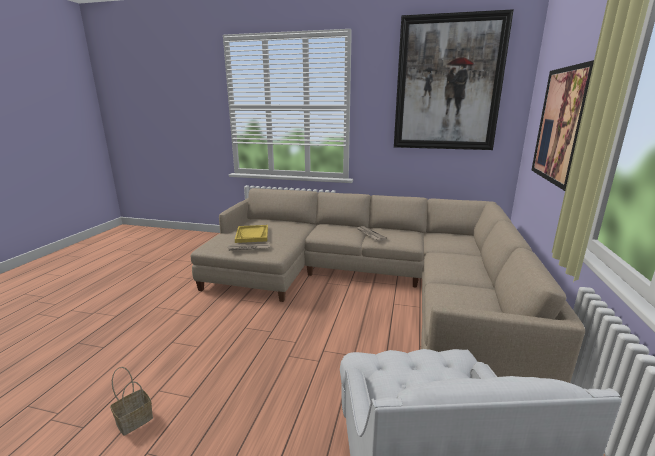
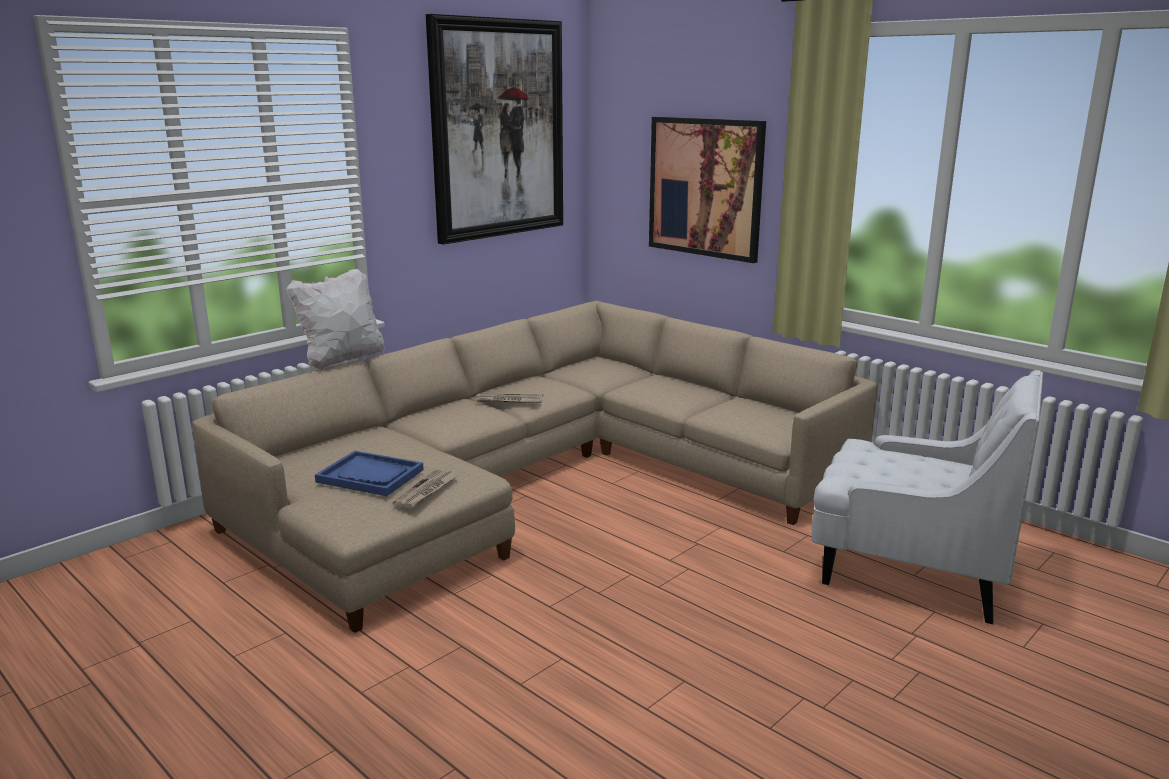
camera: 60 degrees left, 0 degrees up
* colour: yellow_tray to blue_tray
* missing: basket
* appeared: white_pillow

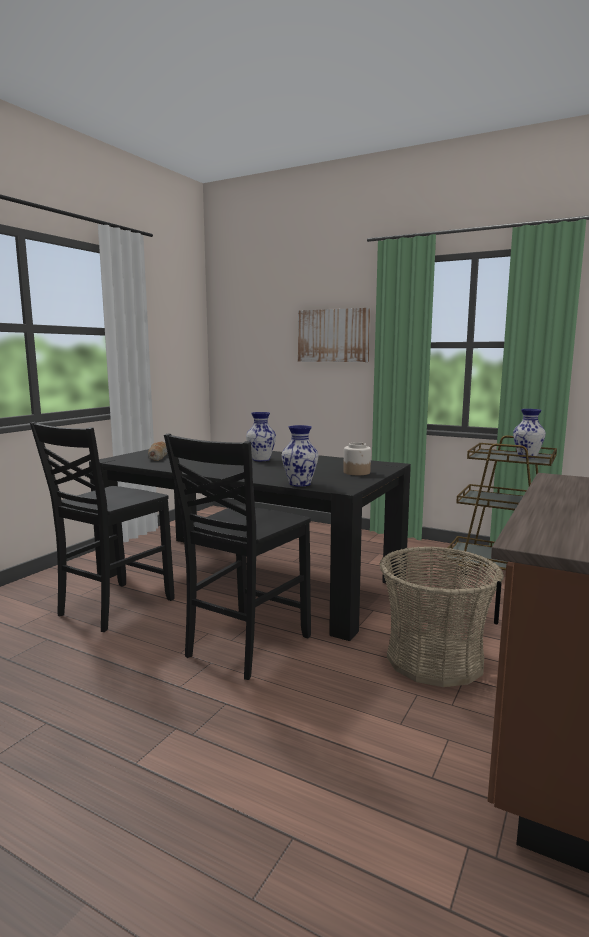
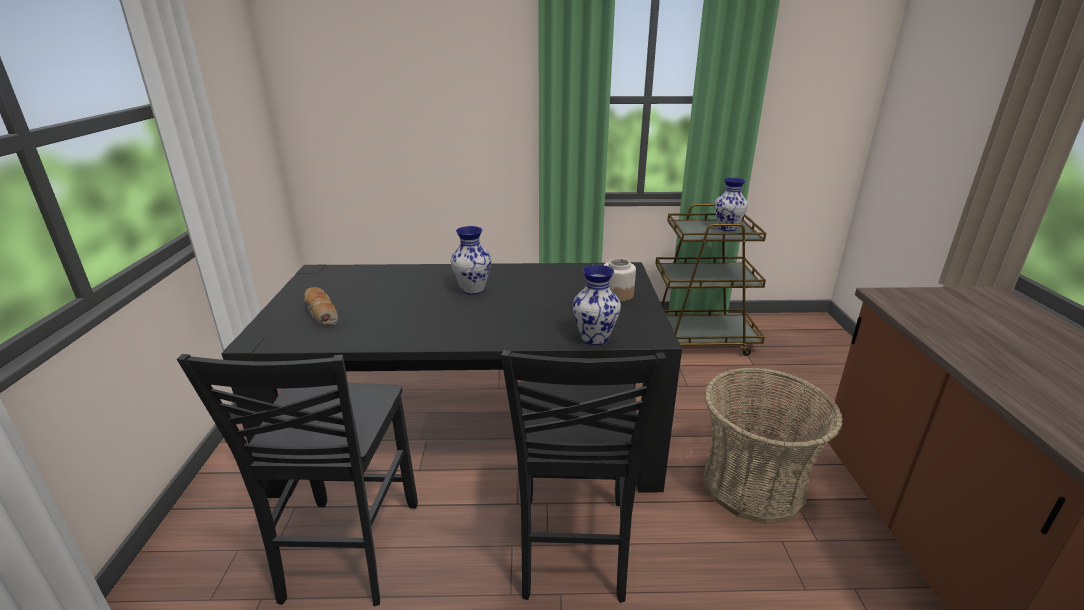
camera: 30 degrees left, 15 degrees up
* missing: picture

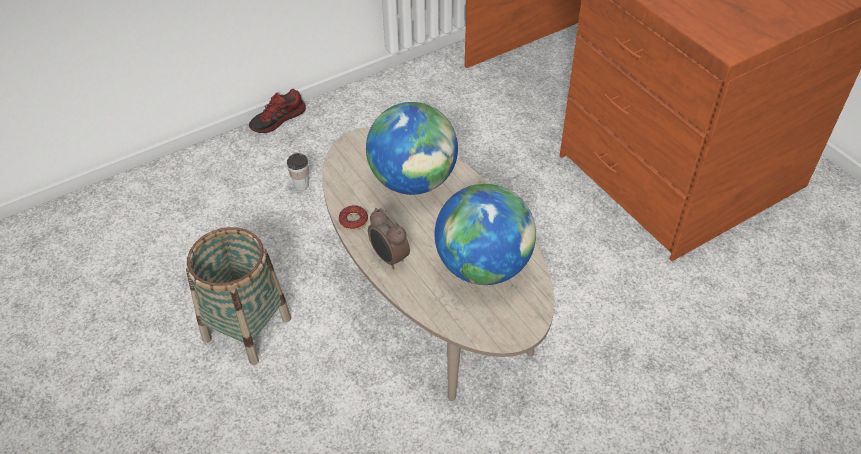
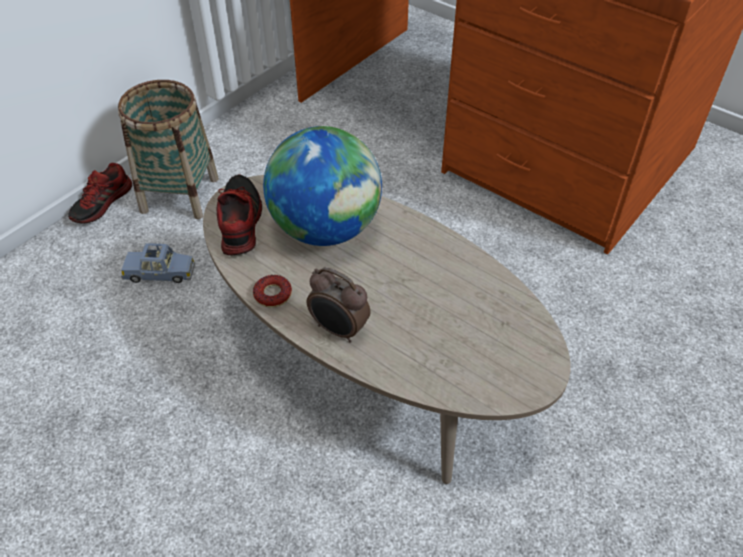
camera: 20 degrees left, 0 degrees up
* exchanged: cup to blue_toy_car
* missing: globe (no. 2 from left)
* relocated: basket
* appeared: shoe (no. 2 from left)

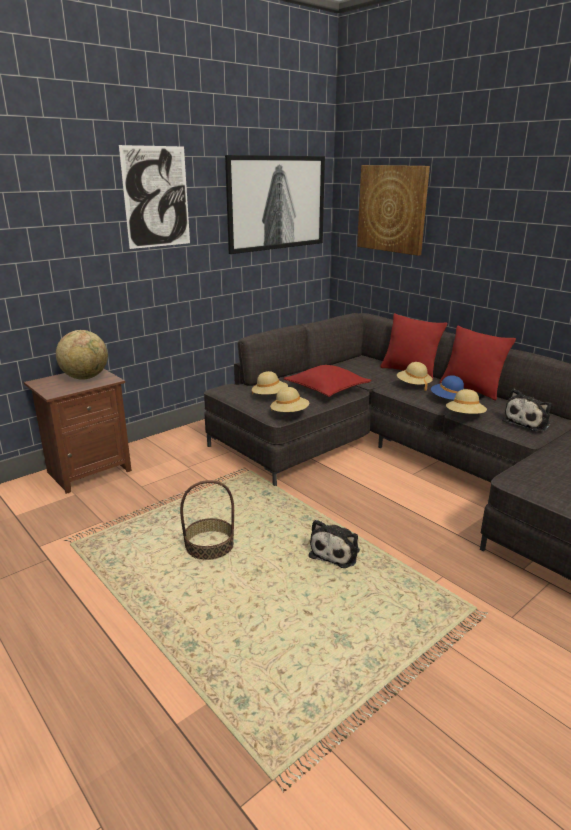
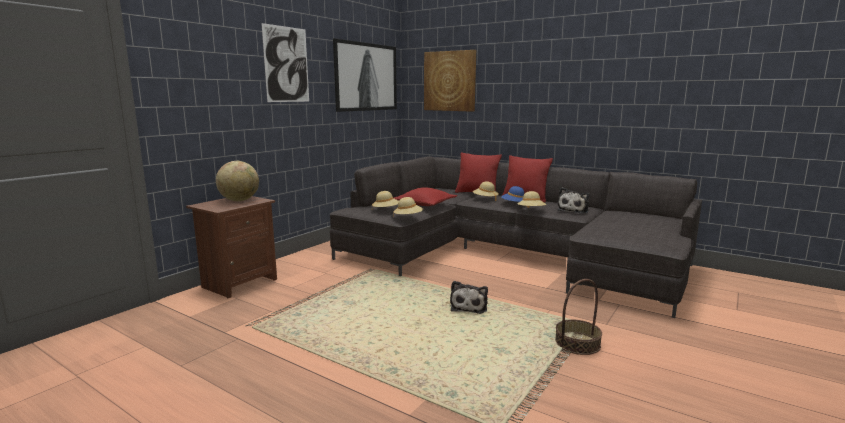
camera: 15 degrees left, 10 degrees down
* relocated: basket

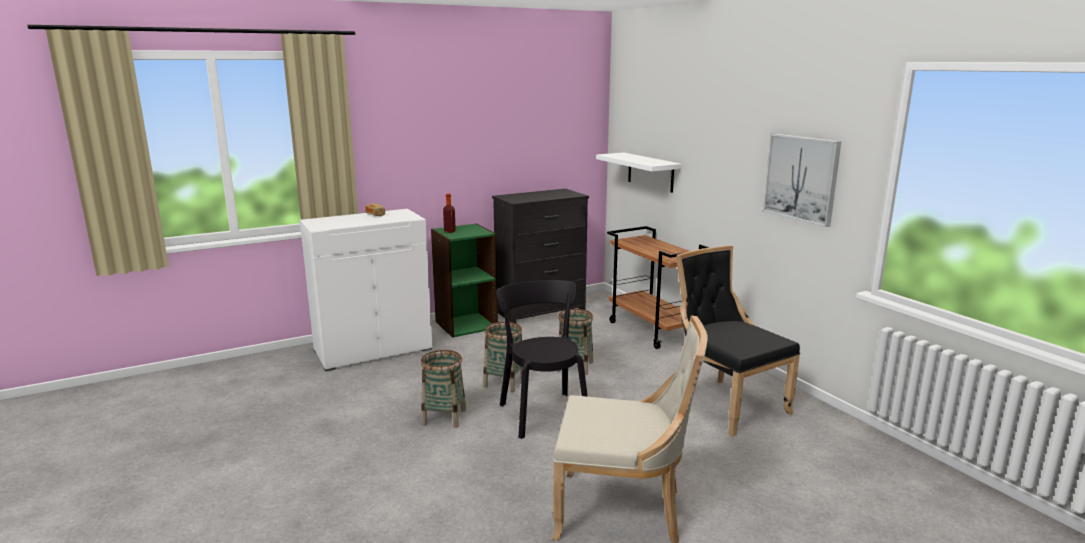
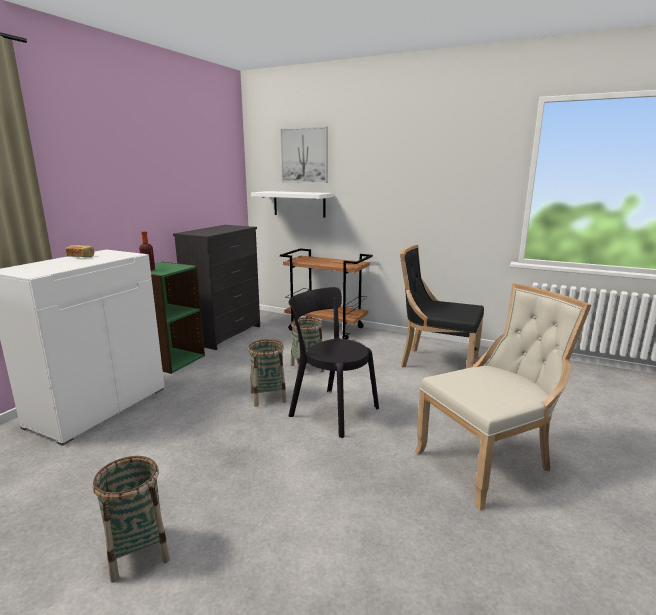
camera: 35 degrees left, 0 degrees up
* relocated: picture
* relocated: basket (no. 1 from left)

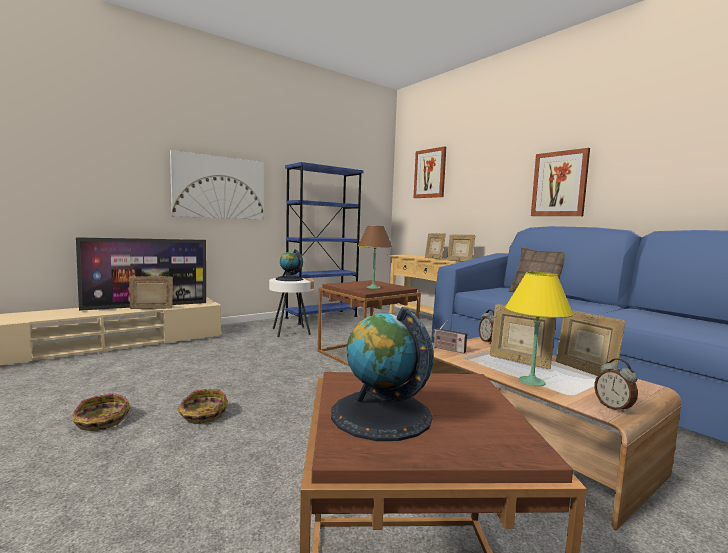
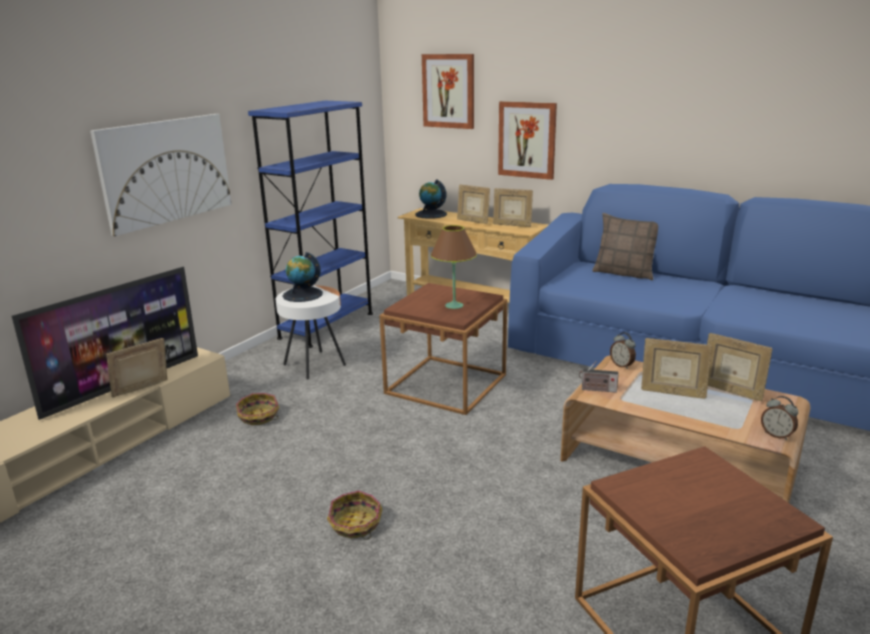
camera: 20 degrees left, 15 degrees up
* relocated: picture (no. 3 from left)
* missing: yellow_table_lamp
* relocated: globe (no. 2 from left)
* relocated: basket (no. 1 from left)

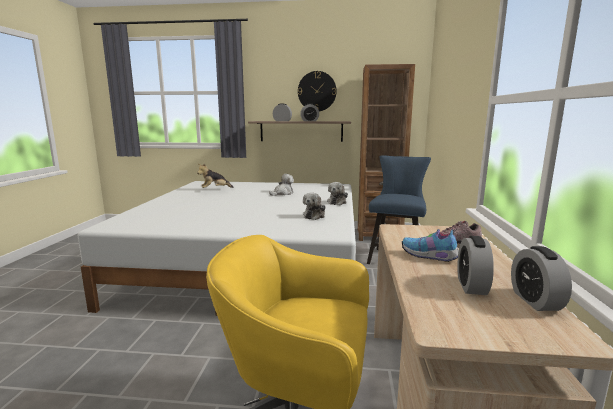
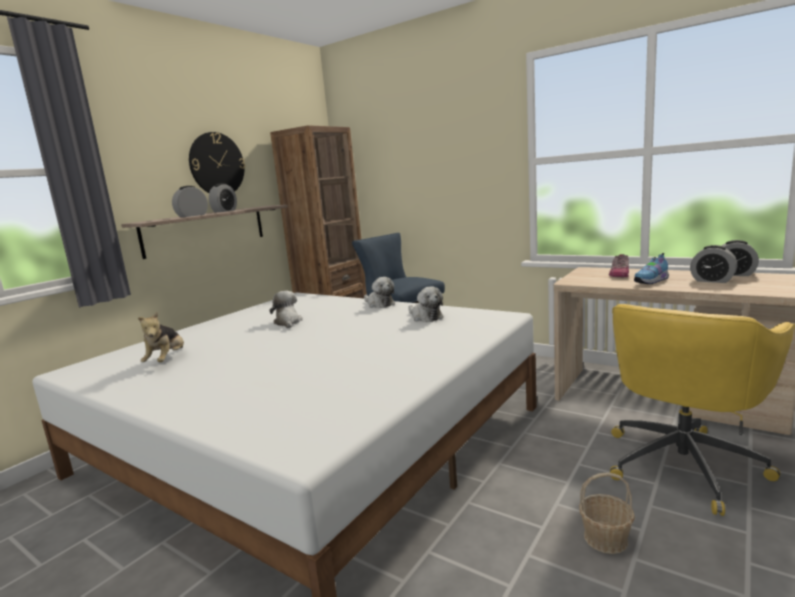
camera: 60 degrees left, 0 degrees up
* appeared: basket

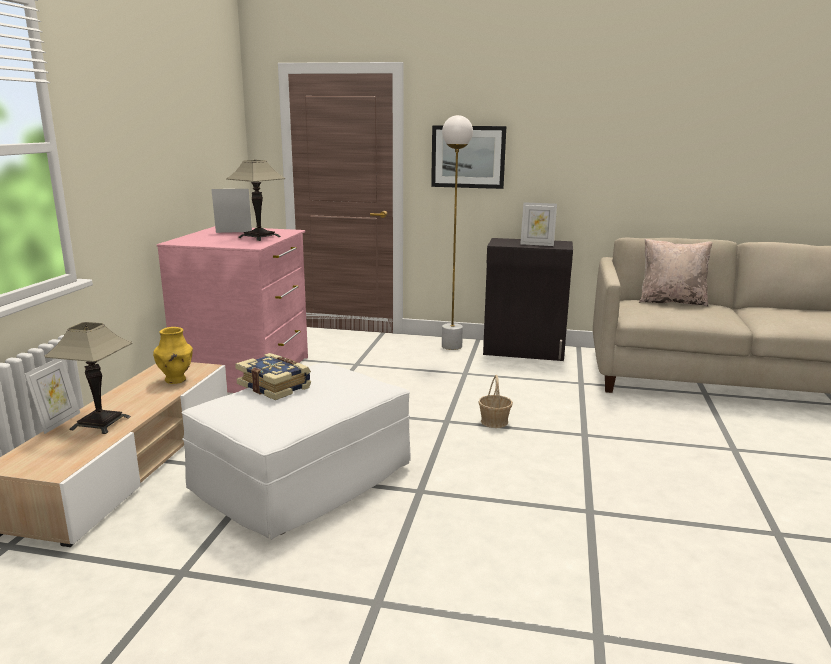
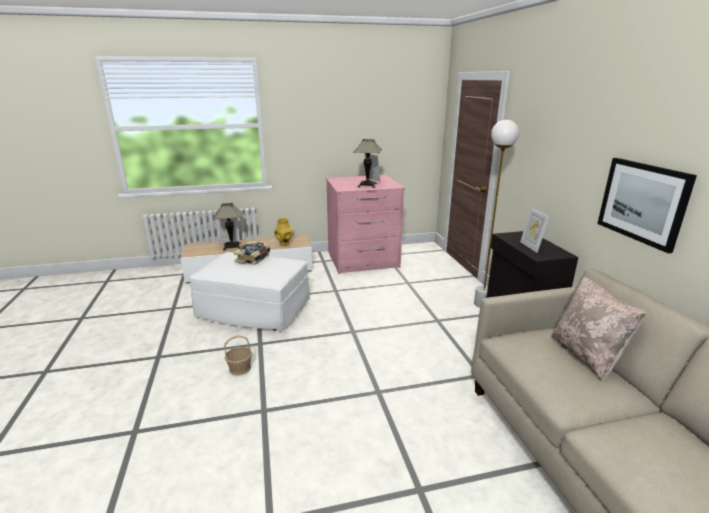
camera: 65 degrees right, 5 degrees up
* relocated: picture
* relocated: basket

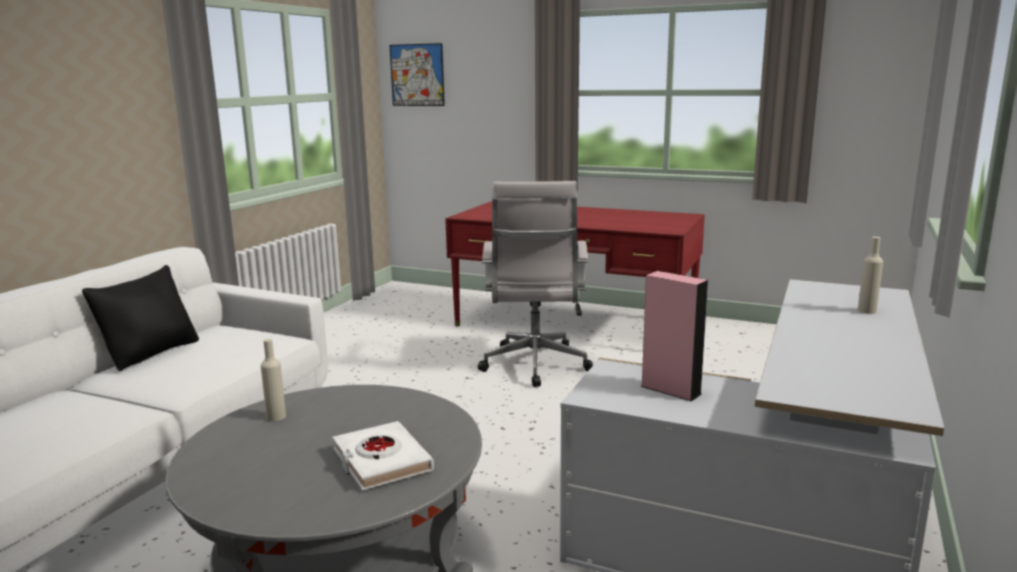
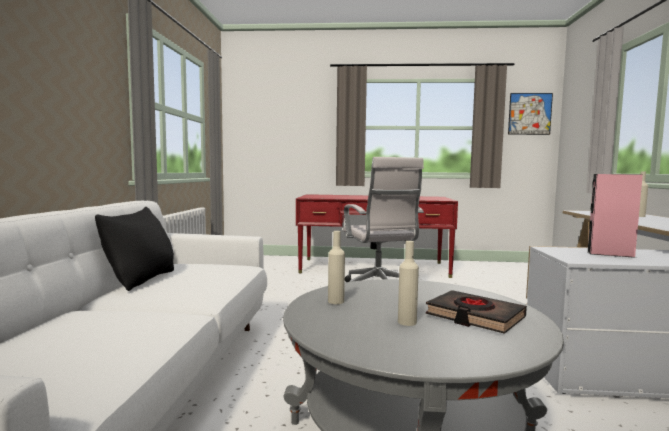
camera: 20 degrees left, 10 degrees down
* relocated: picture
* colour: white_book to black_book
* appeared: beige_bottle (no. 2 from left)

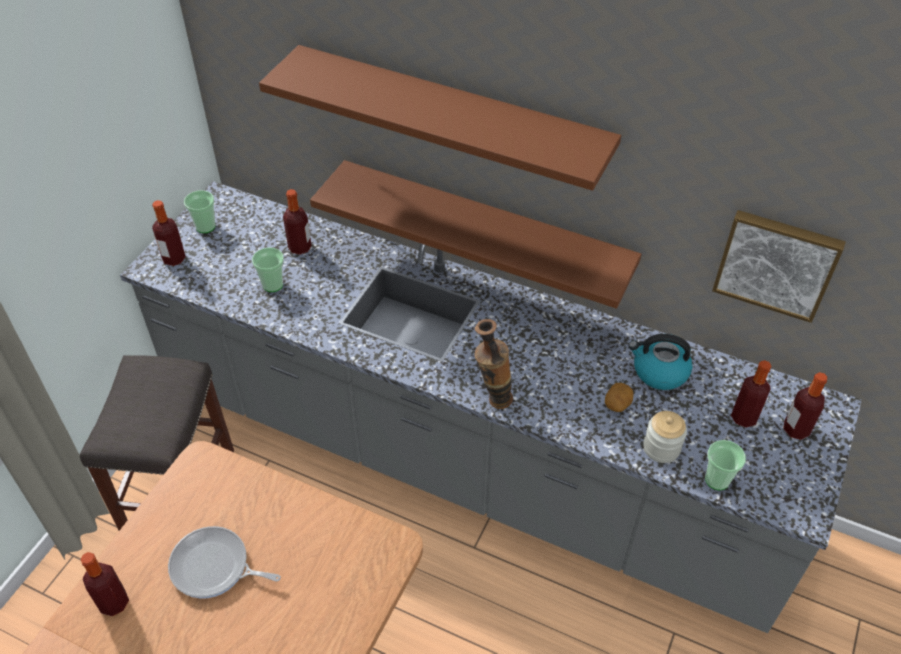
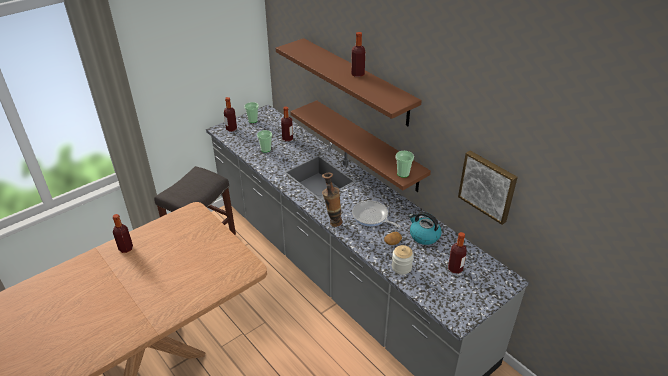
camera: 25 degrees right, 10 degrees down
* relocated: bottle (no. 5 from left in the first image) to bottle (no. 4 from left)
* relocated: cup (no. 3 from left)
* relocated: frying_pan

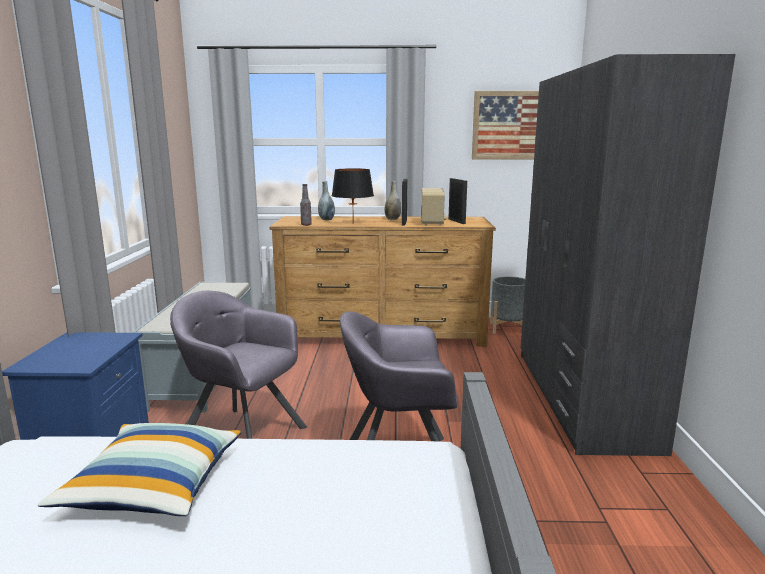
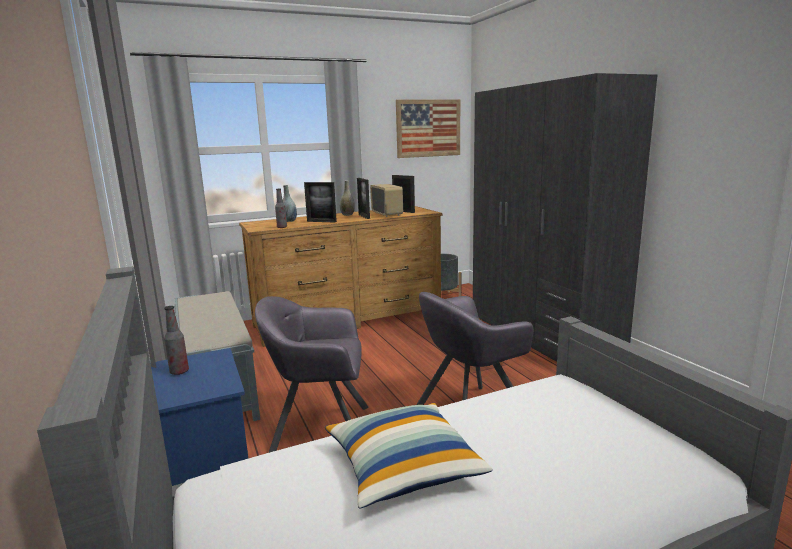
camera: 25 degrees left, 0 degrees up
* exchanged: black_table_lamp to picture_frame (no. 1 from left)
* appeared: bottle (no. 1 from left)

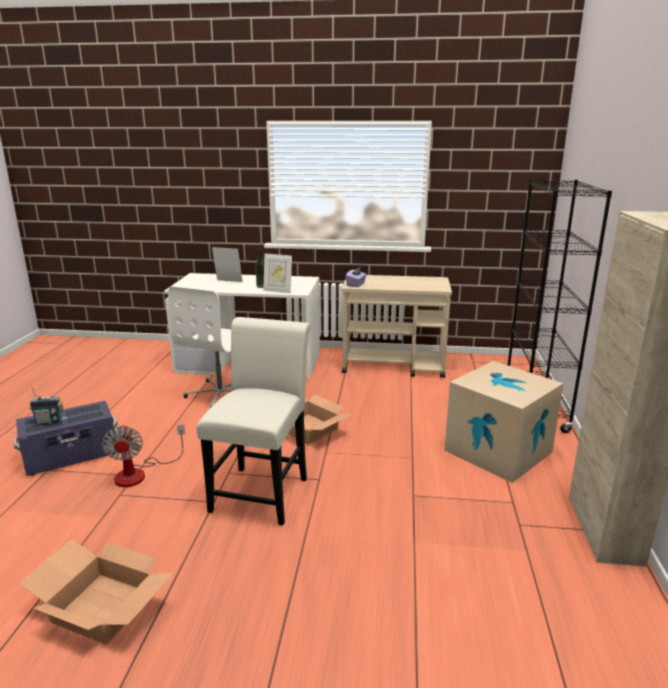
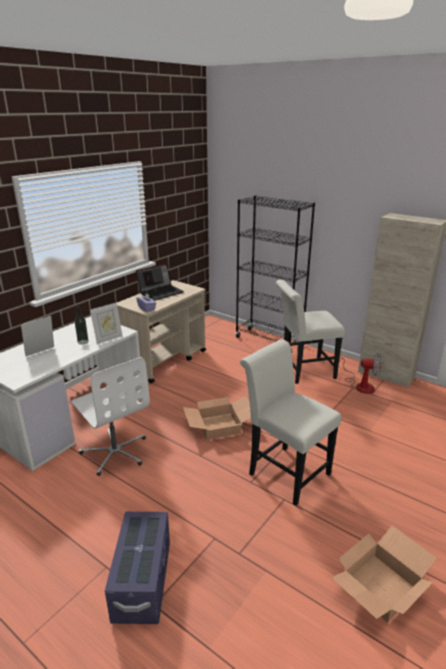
camera: 60 degrees left, 5 degrees up
* exchanged: cardboard_box (no. 3 from left) to white_chair (no. 2 from left)
* missing: radio
* relocated: fan
* appeared: laptop

